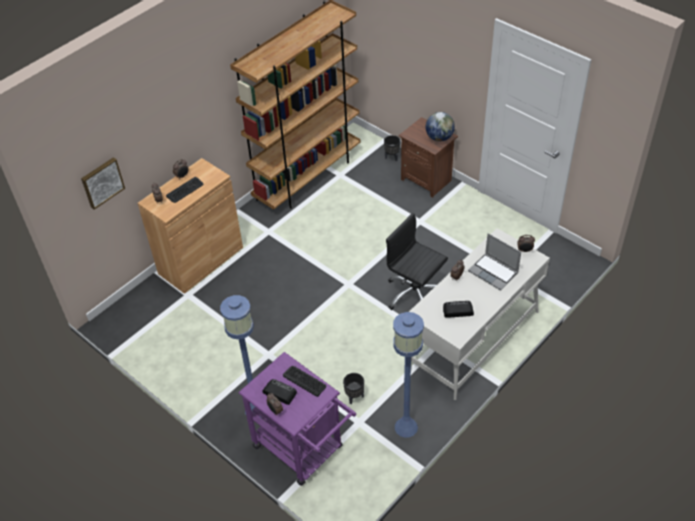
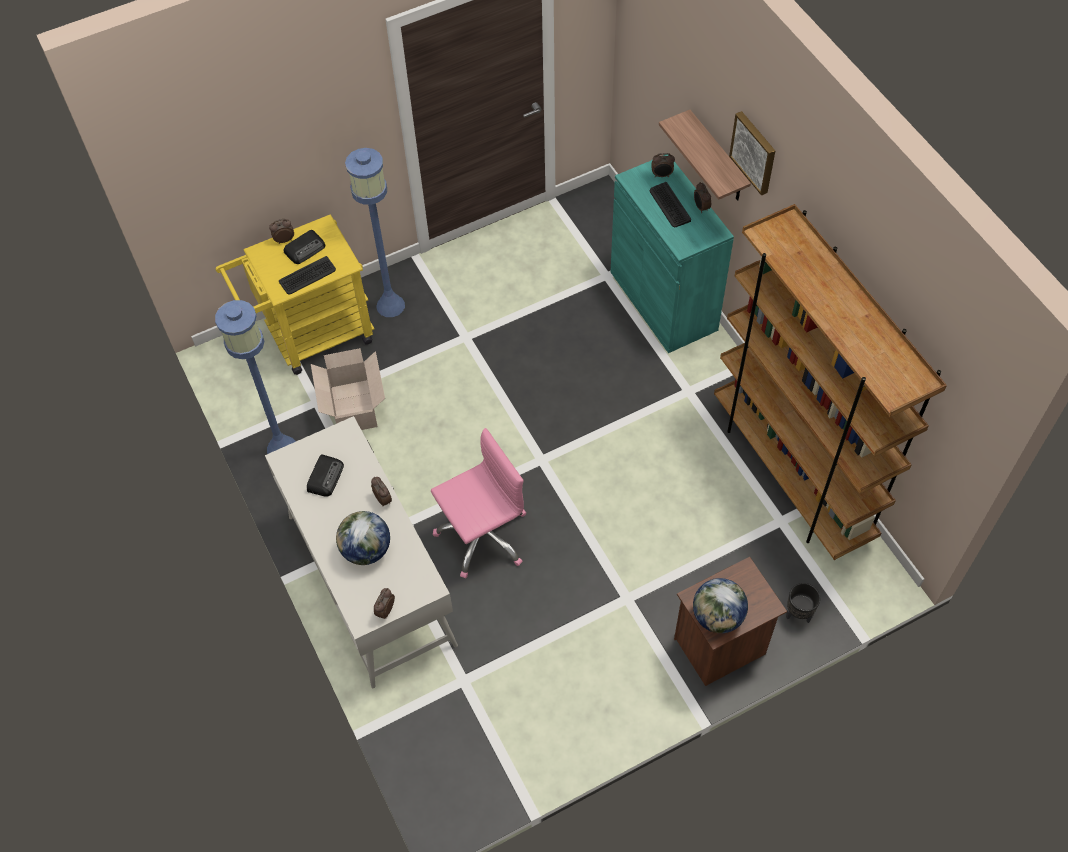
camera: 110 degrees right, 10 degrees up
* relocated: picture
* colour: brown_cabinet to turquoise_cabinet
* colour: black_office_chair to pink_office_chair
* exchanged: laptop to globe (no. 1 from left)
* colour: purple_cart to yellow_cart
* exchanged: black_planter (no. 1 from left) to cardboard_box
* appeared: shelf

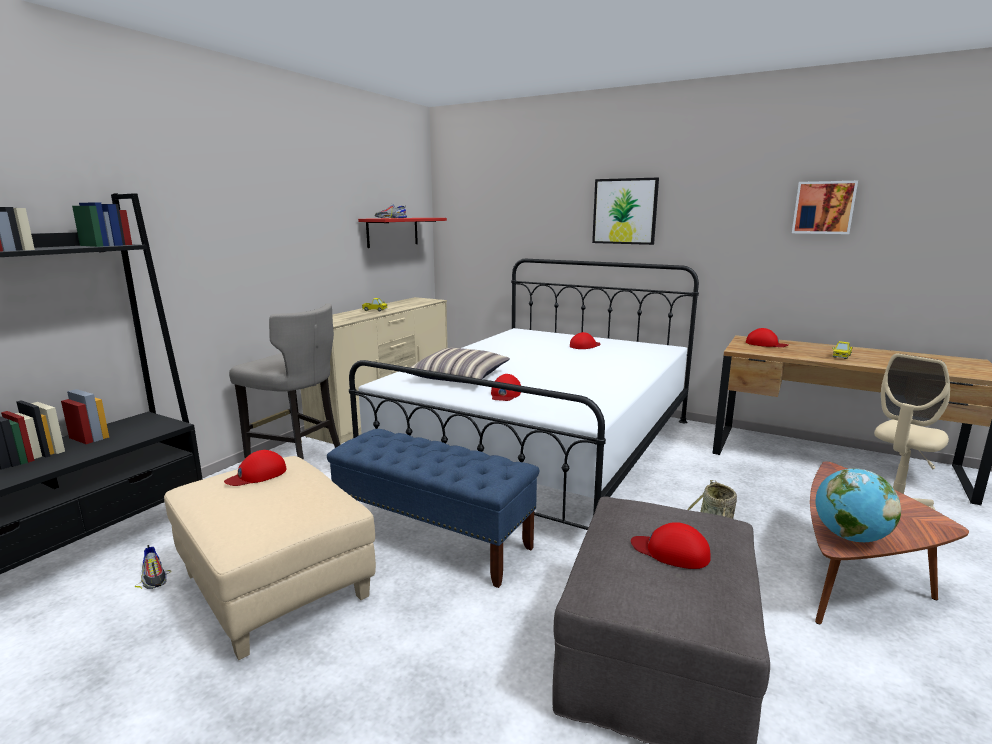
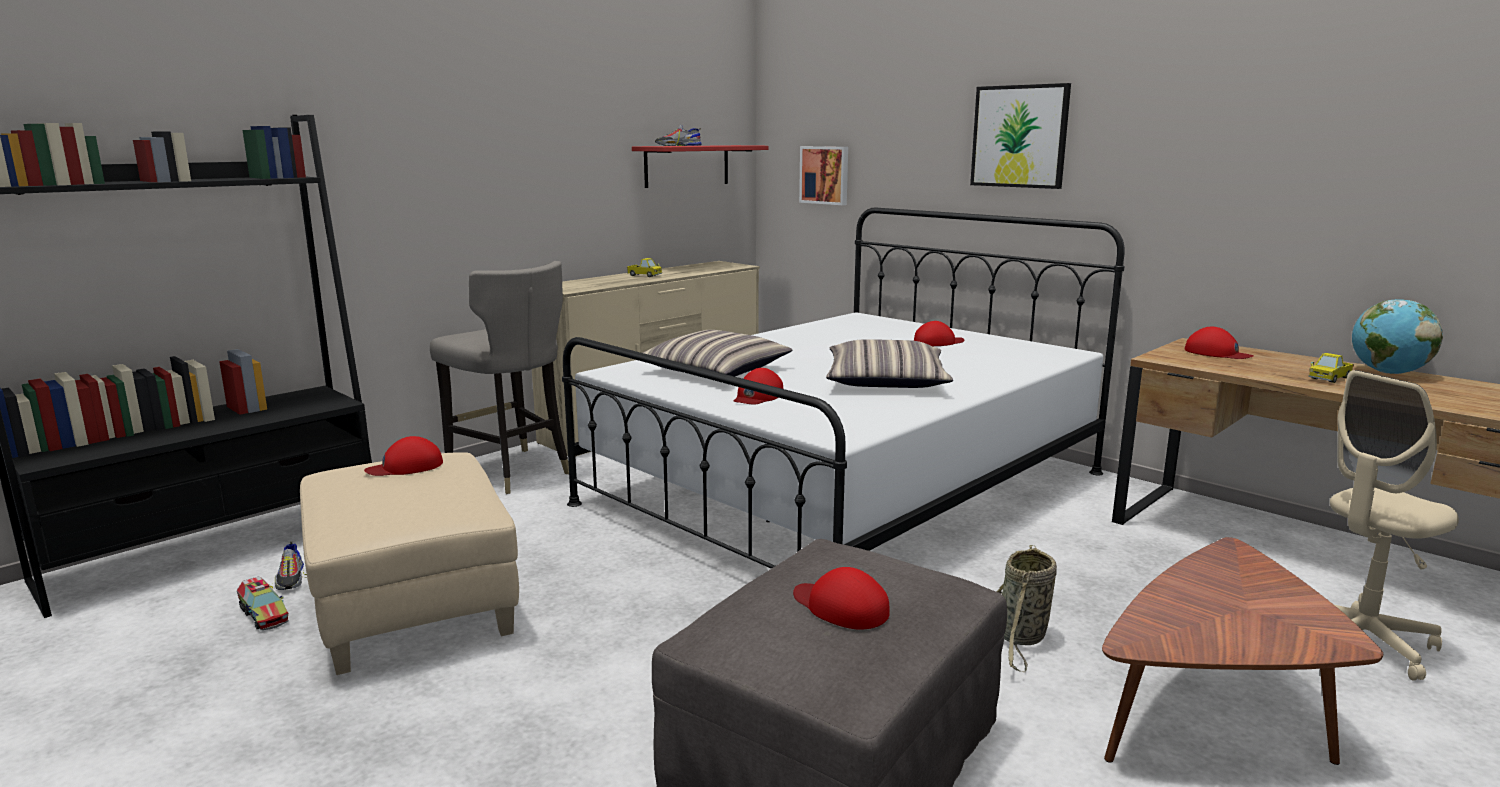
camera: 15 degrees right, 0 degrees up
* relocated: picture (no. 2 from left in the first image) to picture (no. 1 from left)
* missing: blue_bench
* relocated: globe
* appeared: pillow (no. 2 from left)
* appeared: toy_truck (no. 1 from left)

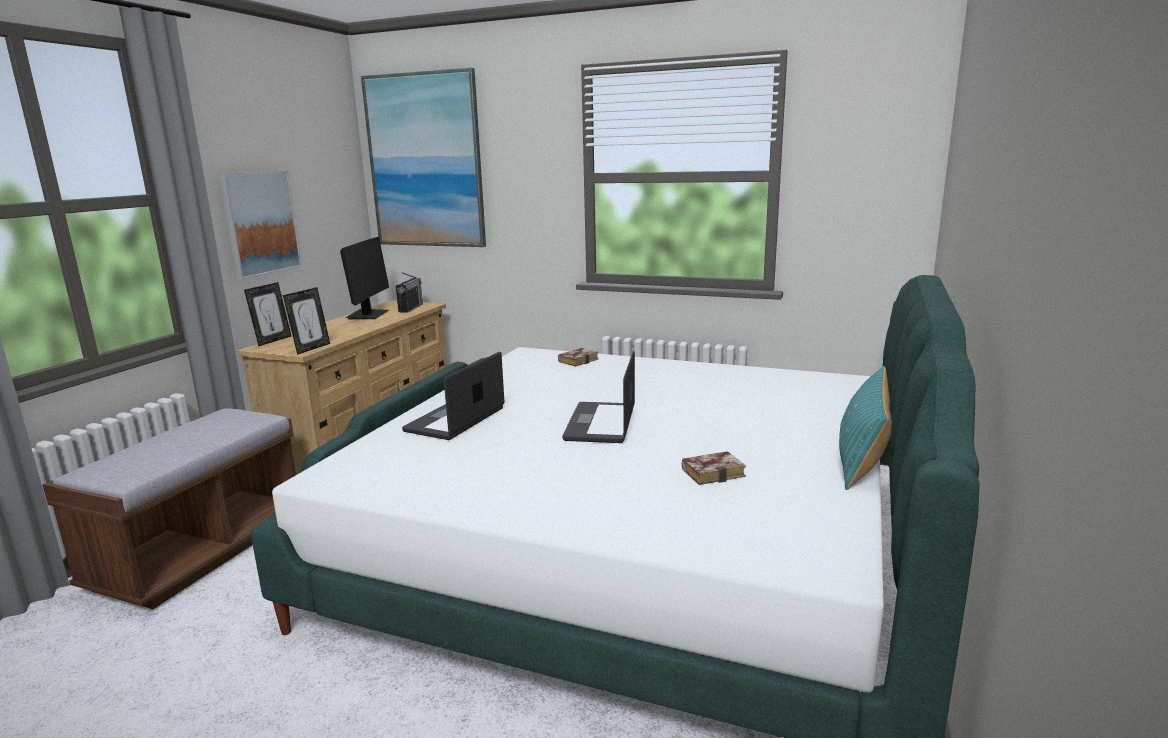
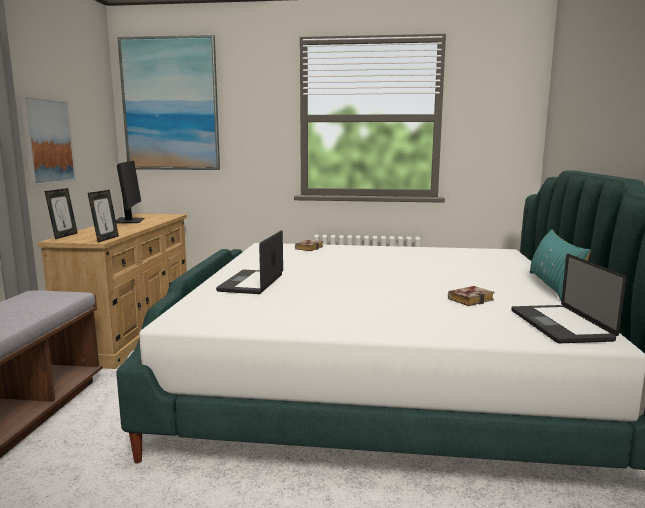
camera: 15 degrees left, 5 degrees down
* missing: radio
* relocated: laptop (no. 2 from left)

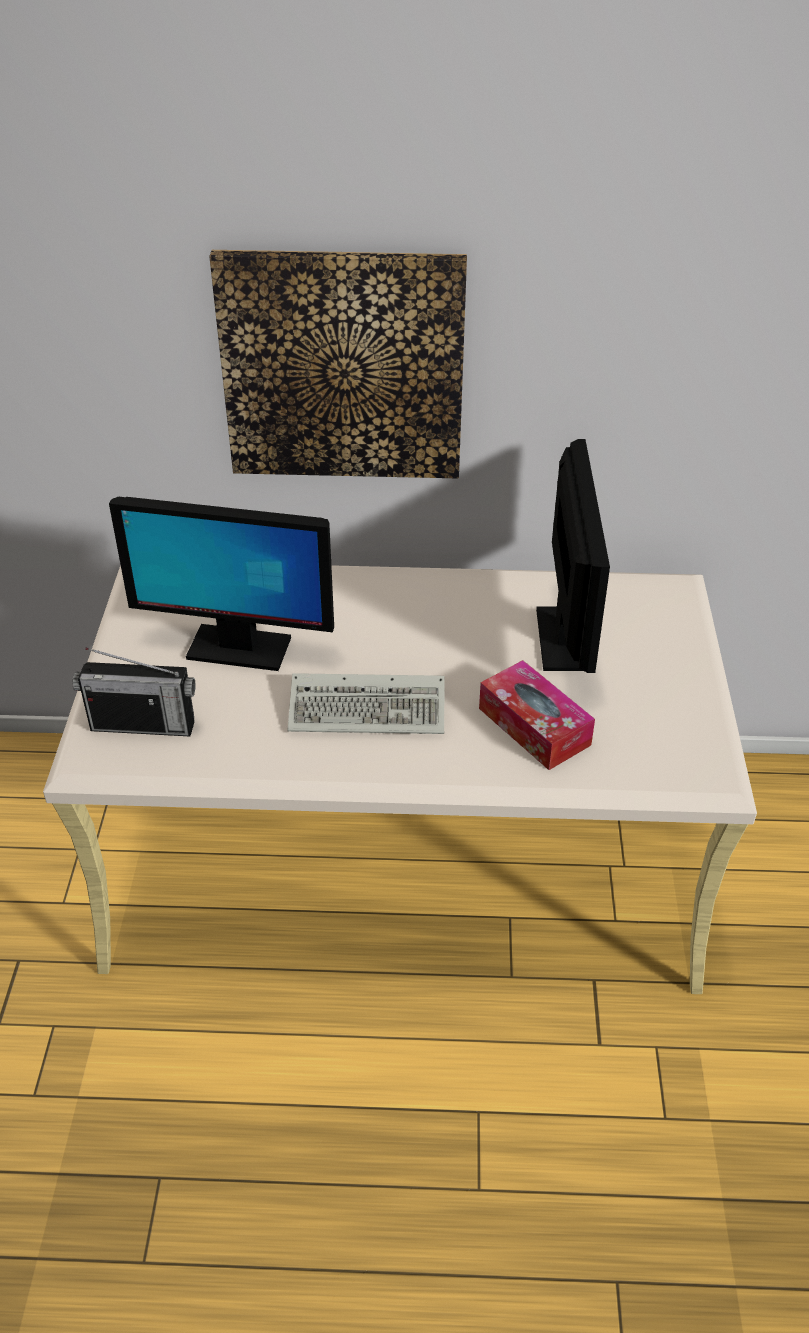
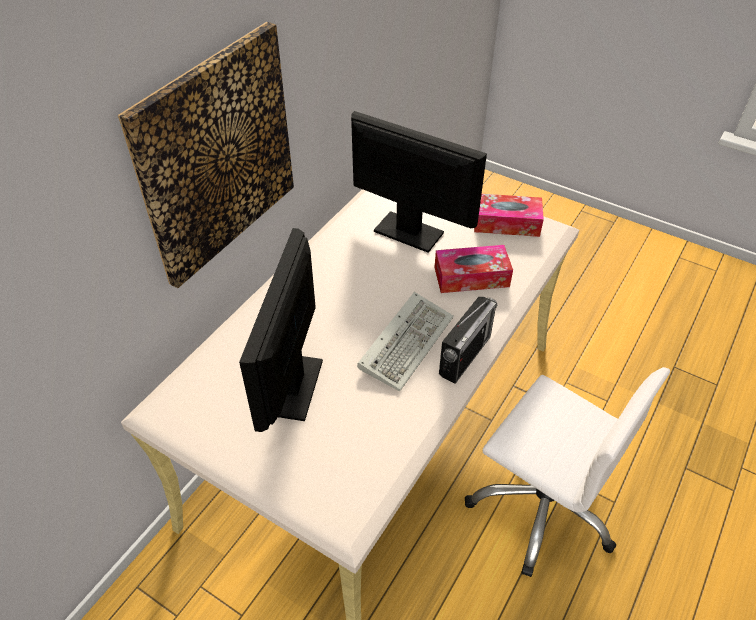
camera: 60 degrees left, 5 degrees up
* spun: monitor (no. 1 from left) 150 degrees clockwise
* relocated: radio
* appeared: tissue_box (no. 2 from left)
* appeared: white_office_chair

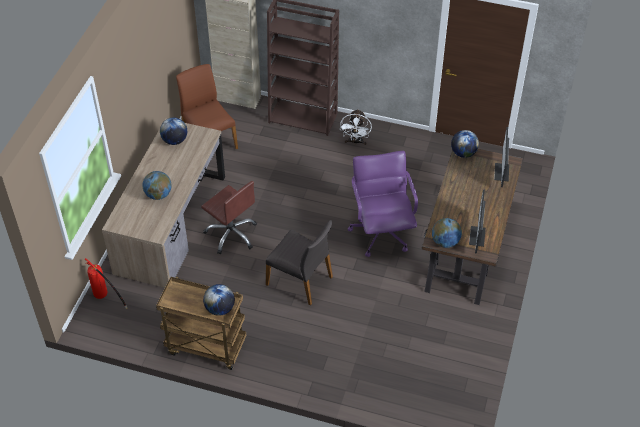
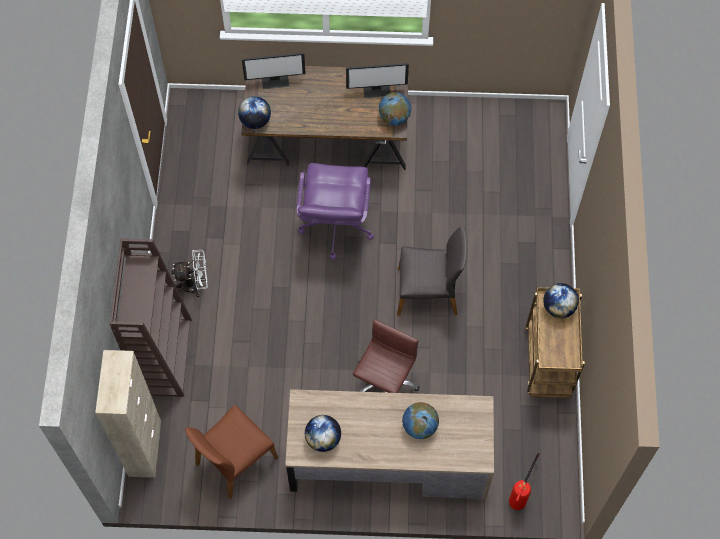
camera: 105 degrees left, 15 degrees up
* spun: purple_office_chair 60 degrees counterclockwise
* spun: grey_chair 75 degrees clockwise

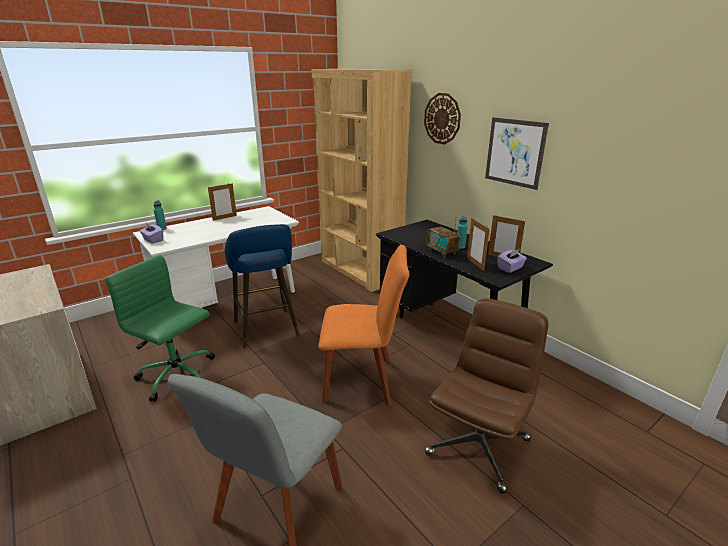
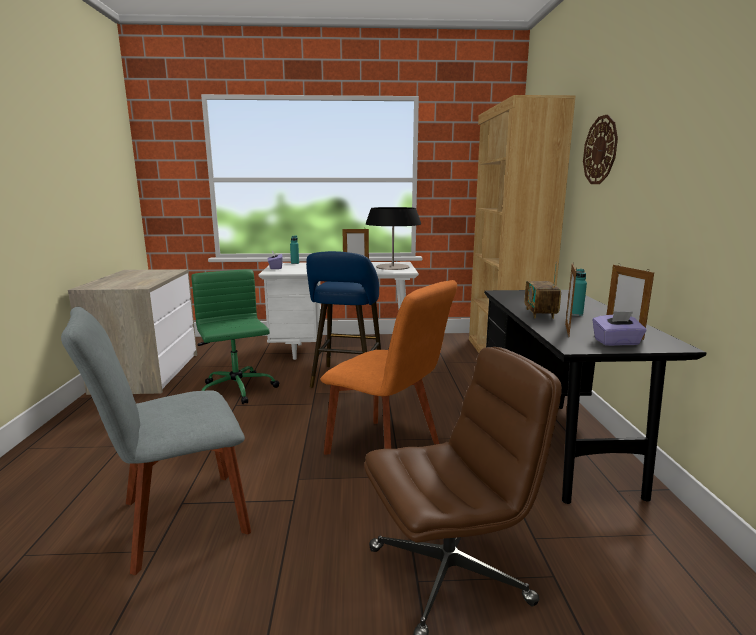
camera: 35 degrees right, 10 degrees down
* missing: picture
* appeared: table_lamp

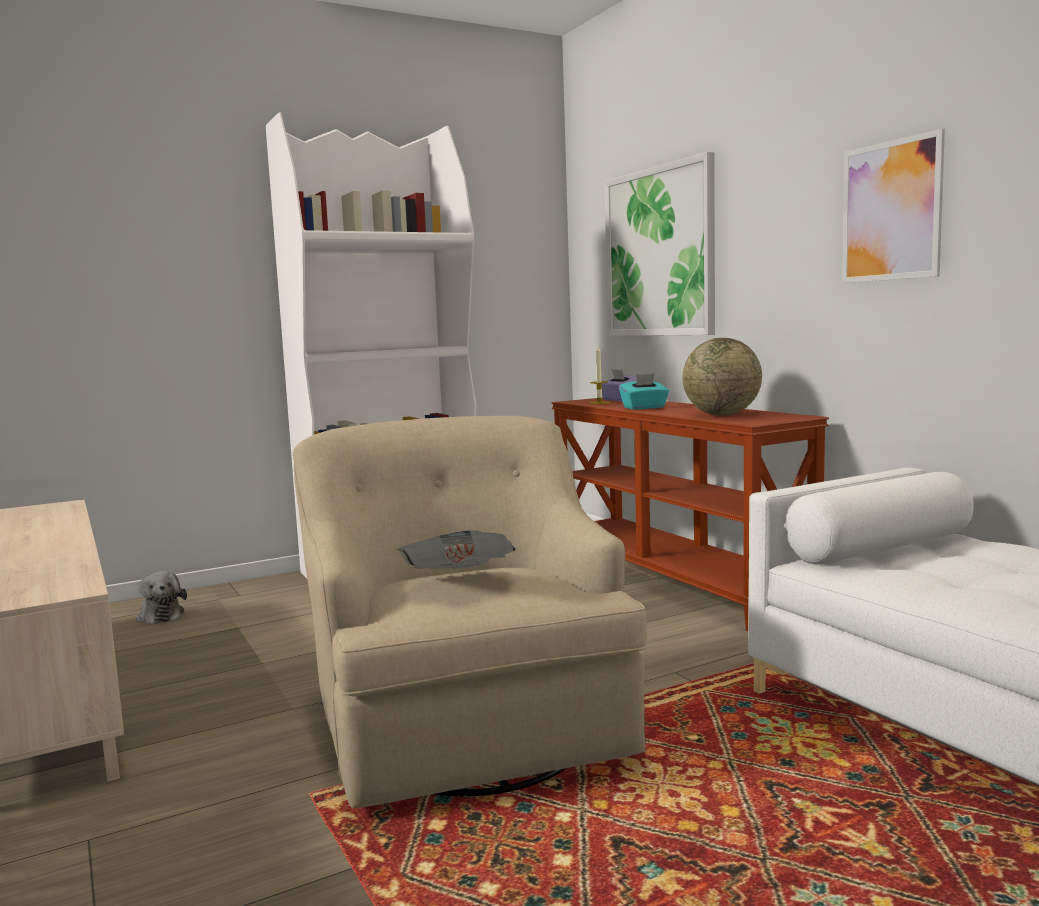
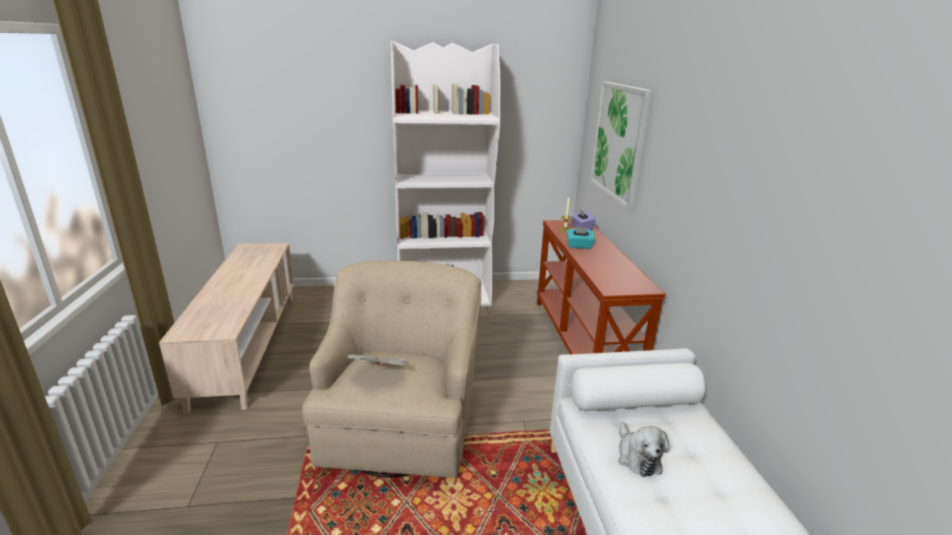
camera: 20 degrees right, 15 degrees up
* missing: picture (no. 2 from left)
* missing: globe
* relocated: plush_toy

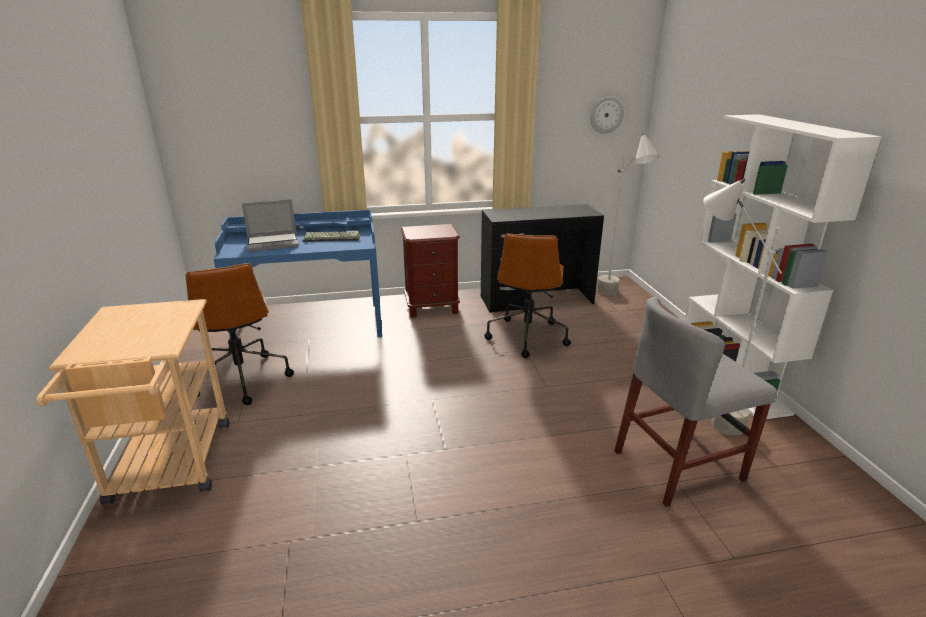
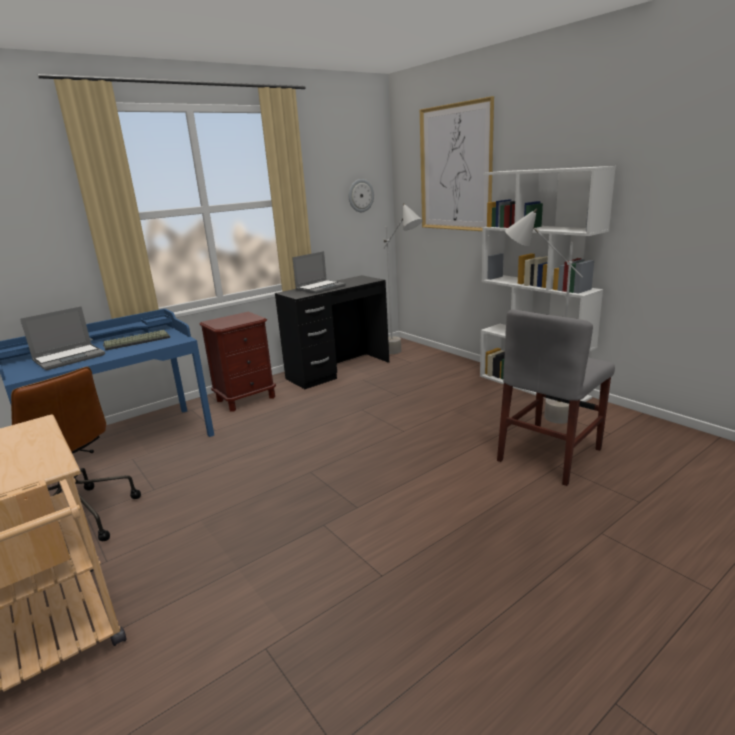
camera: 25 degrees left, 5 degrees down
* missing: brown_office_chair (no. 2 from left)
* appeared: picture
* appeared: laptop (no. 2 from left)

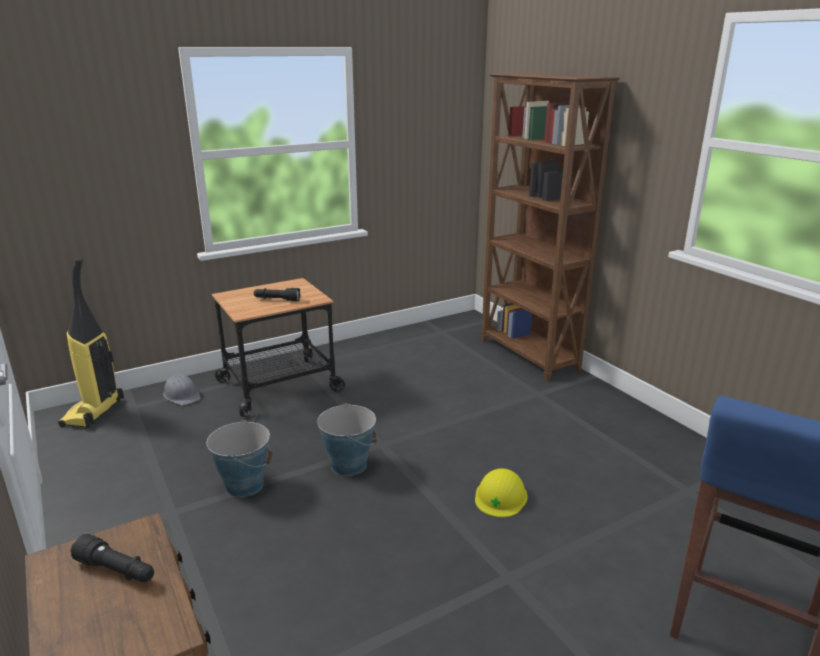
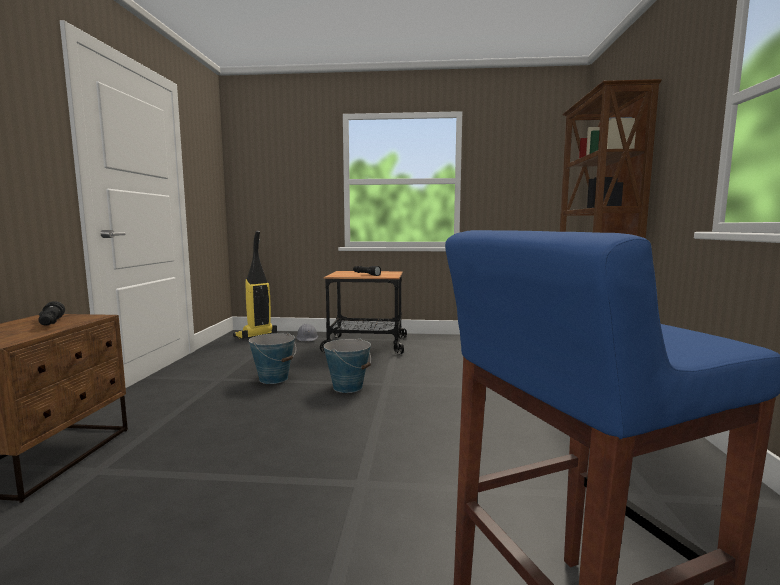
camera: 35 degrees right, 15 degrees down
* missing: yellow_hard_hat

